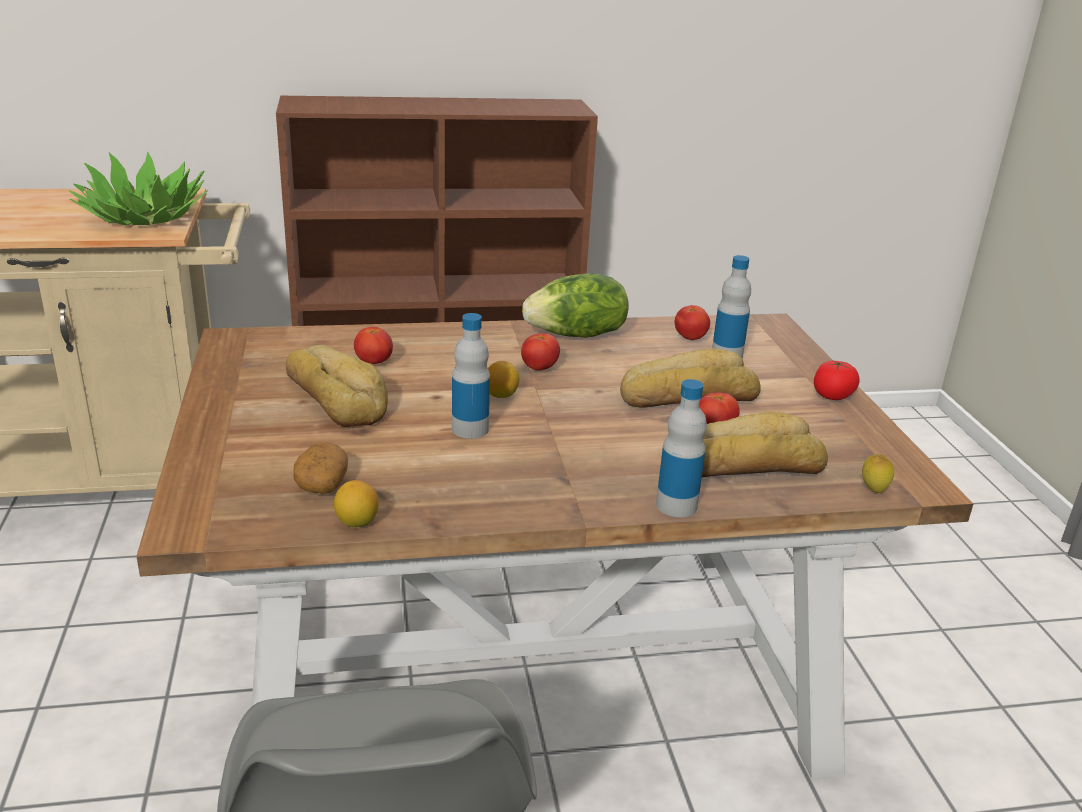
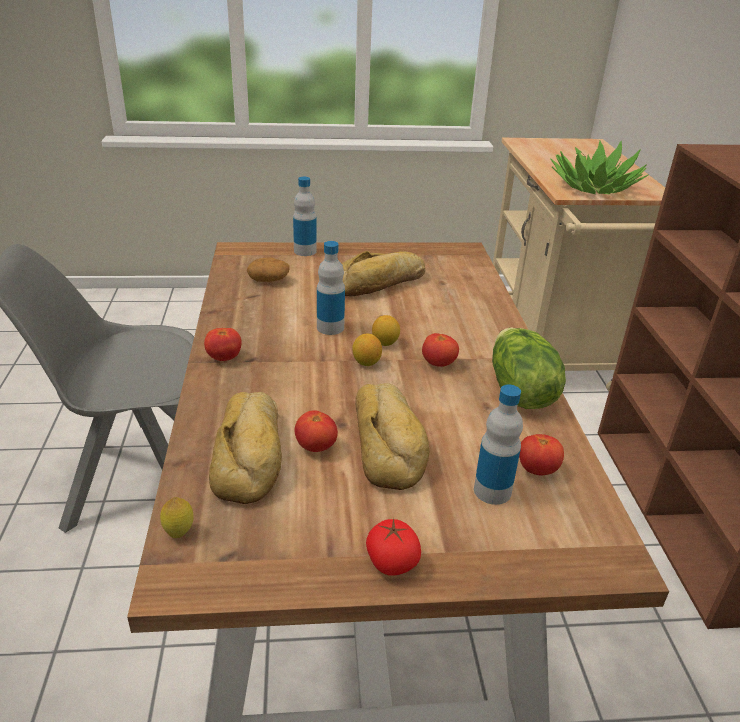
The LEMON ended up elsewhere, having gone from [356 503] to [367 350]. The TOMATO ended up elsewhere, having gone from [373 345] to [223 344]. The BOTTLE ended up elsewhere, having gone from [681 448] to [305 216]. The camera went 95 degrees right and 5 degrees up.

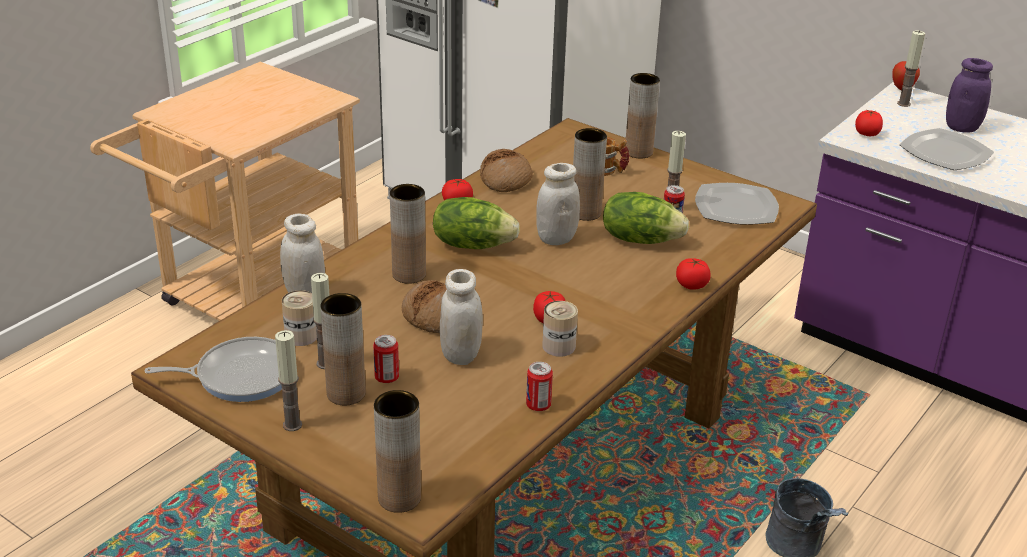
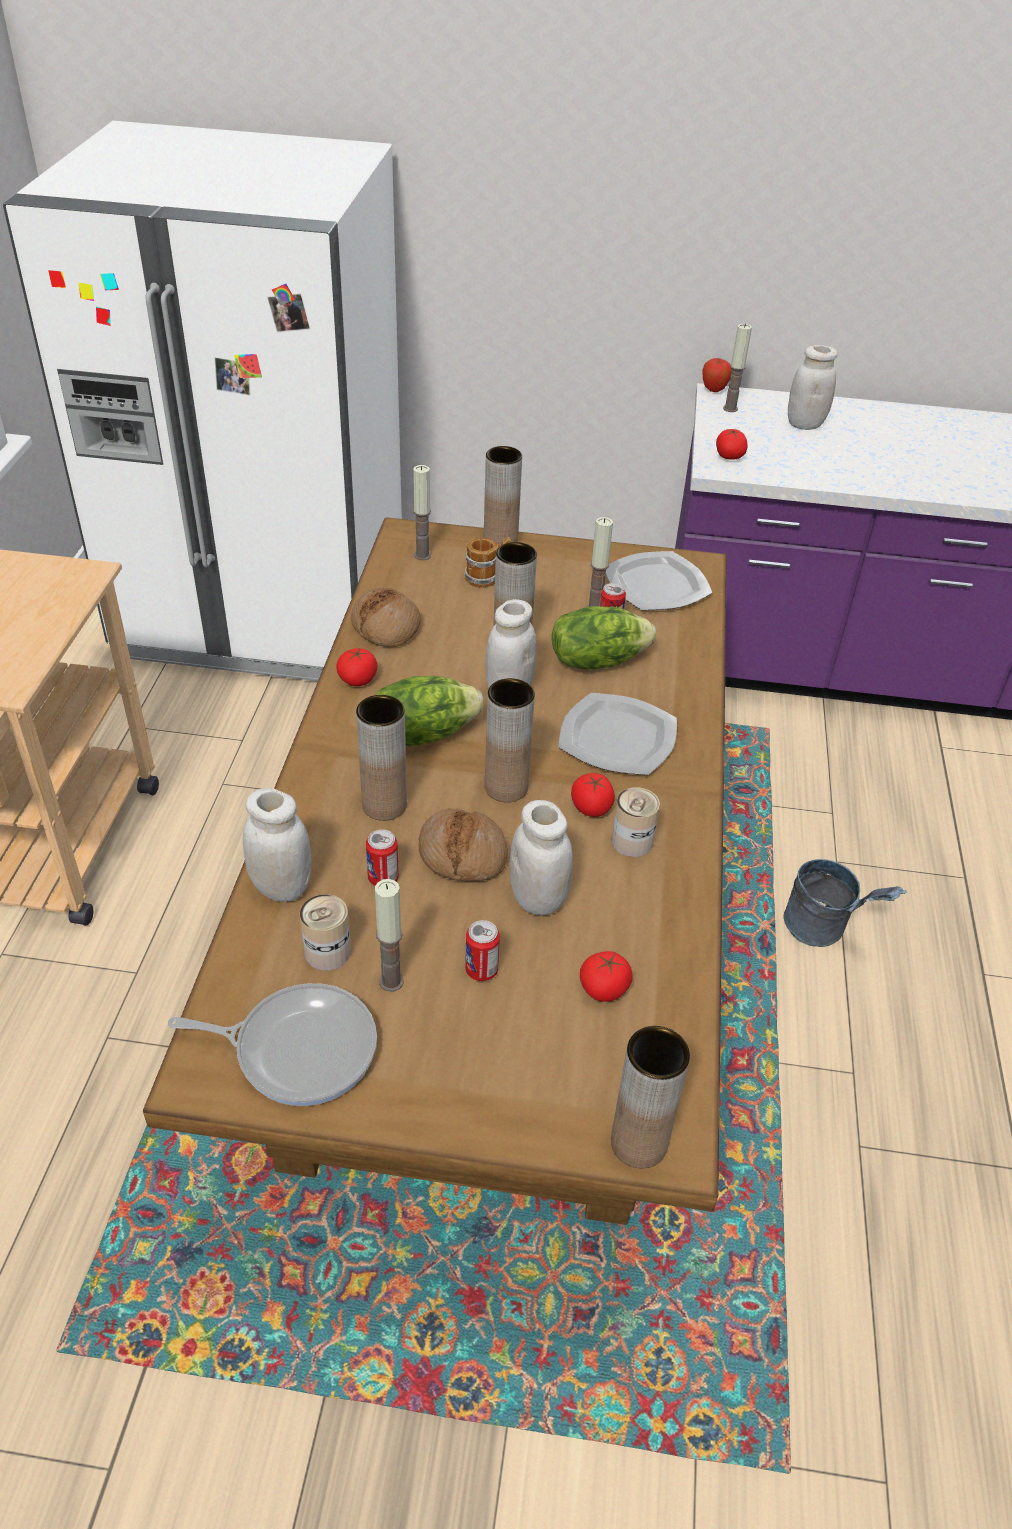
The CANDLE ended up elsewhere, having gone from [288 380] to [422 512]. The BROWN VASE ended up elsewhere, having gone from [343 349] to [510 740]. The CAN ended up elsewhere, having gone from [539 386] to [382 857]. The TOMATO ended up elsewhere, having gone from [693 274] to [606 976]. The PLATE ended up elsewhere, having gone from [947 149] to [617 734]. What was the PURPLE JAR at [969 95] turned into the WHITE JAR at [813 387]. The FRYING PAN at [213 369] ended up facing another way, 45 degrees clockwise from before. The camera went 30 degrees left and 10 degrees up.

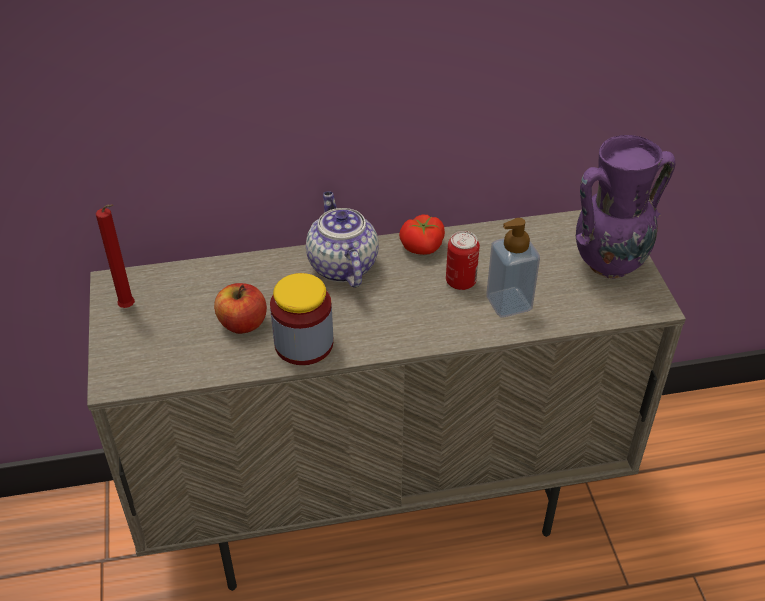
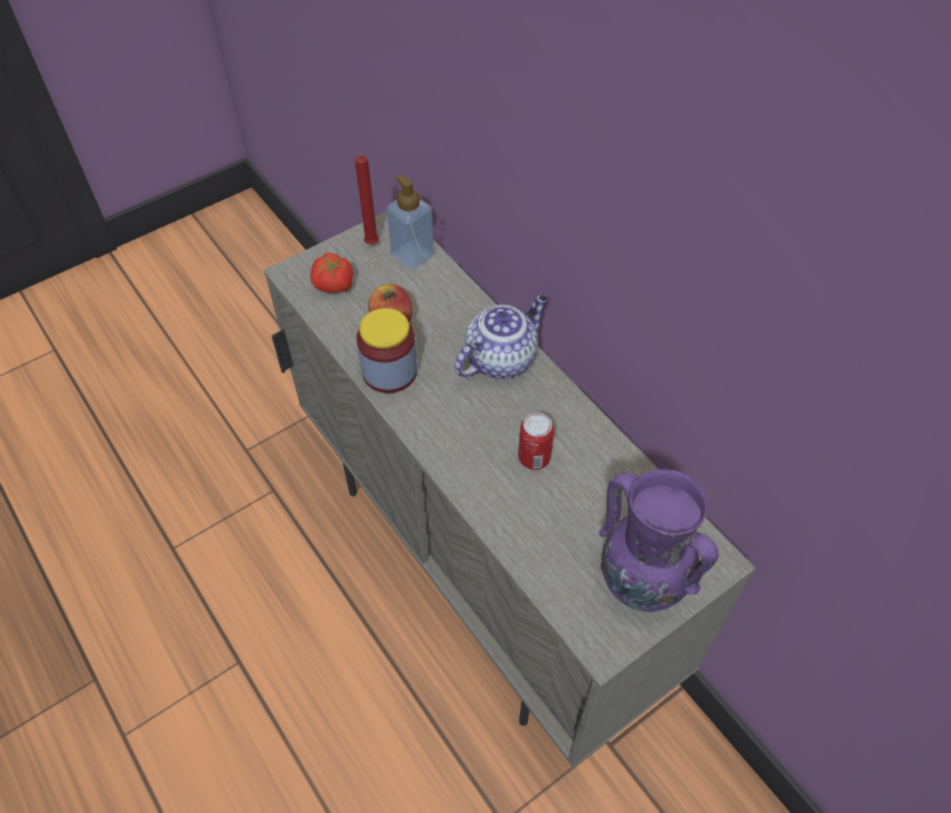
The TOMATO ended up elsewhere, having gone from [422 235] to [332 273]. The SOAP DISPENSER ended up elsewhere, having gone from [513 268] to [410 222]. The camera went 65 degrees right and 10 degrees up.

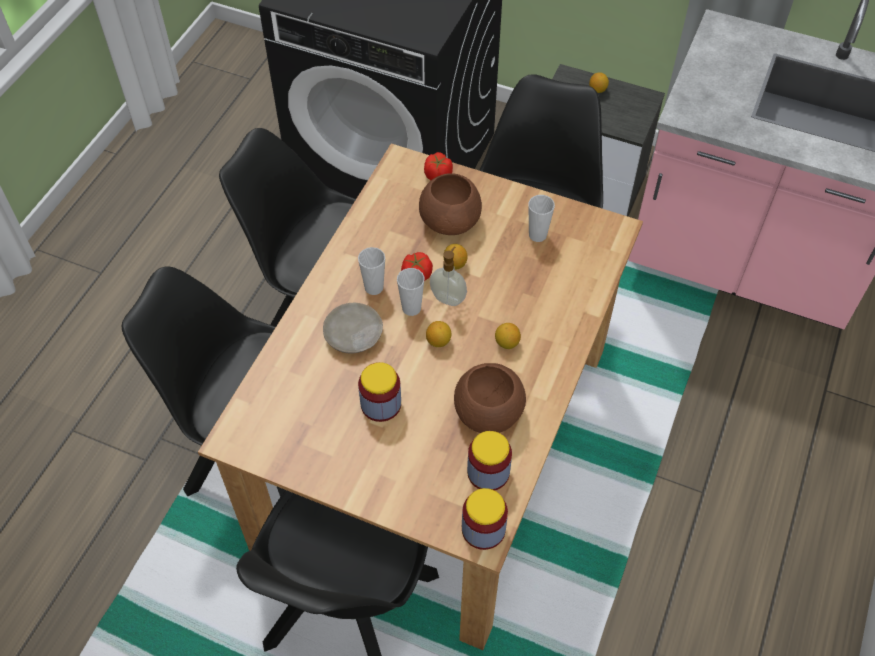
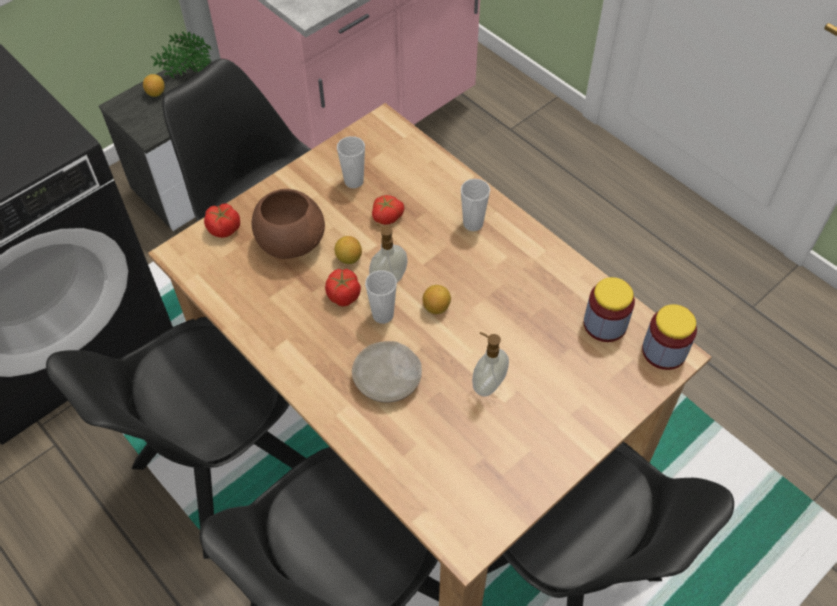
The second view lost the BROWN BOWL at [490 398]. The second view lost the LEMON at [508 336]. The second view gained the POTTED PLANT at [181 55]. The second view gained the TOMATO at [388 210]. The CUP ended up elsewhere, having gone from [371 271] to [475 205]. Where the JAR stood at [379 392], the SOAP DISPENSER came to stand at [490 364]. The camera went 65 degrees left and 0 degrees up.

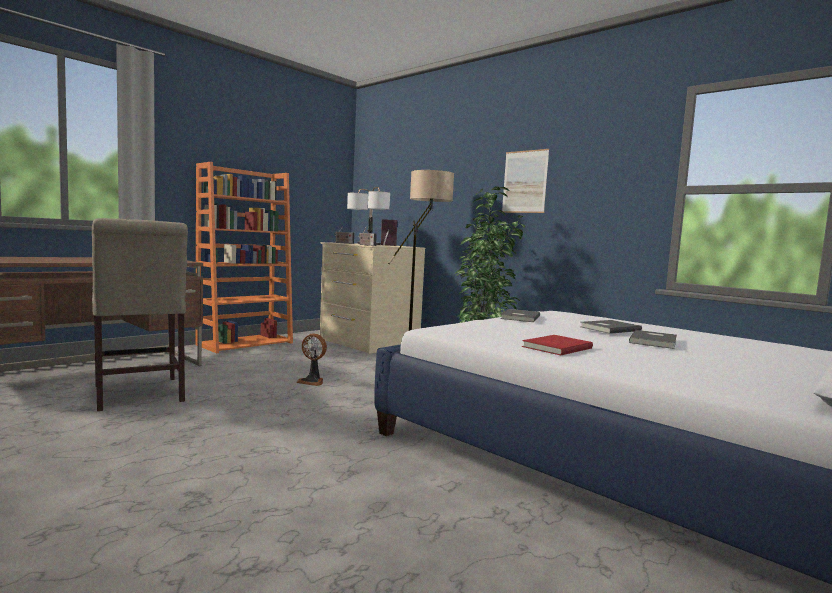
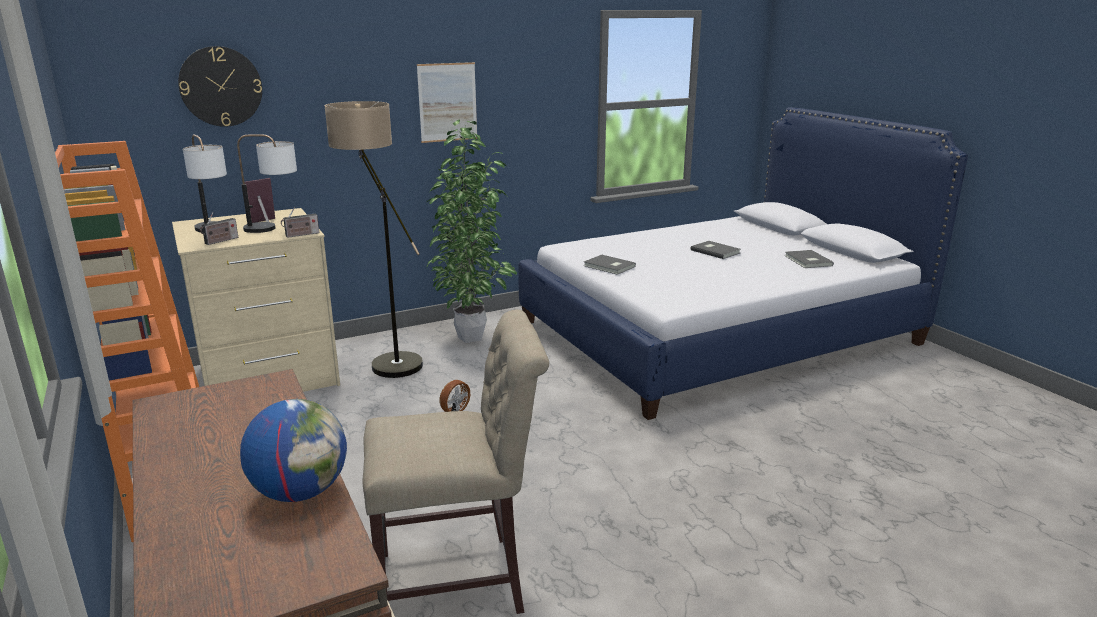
The second view lost the RED BOOK at [557 345]. The second view gained the WALL CLOCK at [220 86]. The second view gained the GLOBE at [293 450]. The GREY BOOK ended up elsewhere, having gone from [611 327] to [809 259]. The camera went 70 degrees left and 15 degrees up.

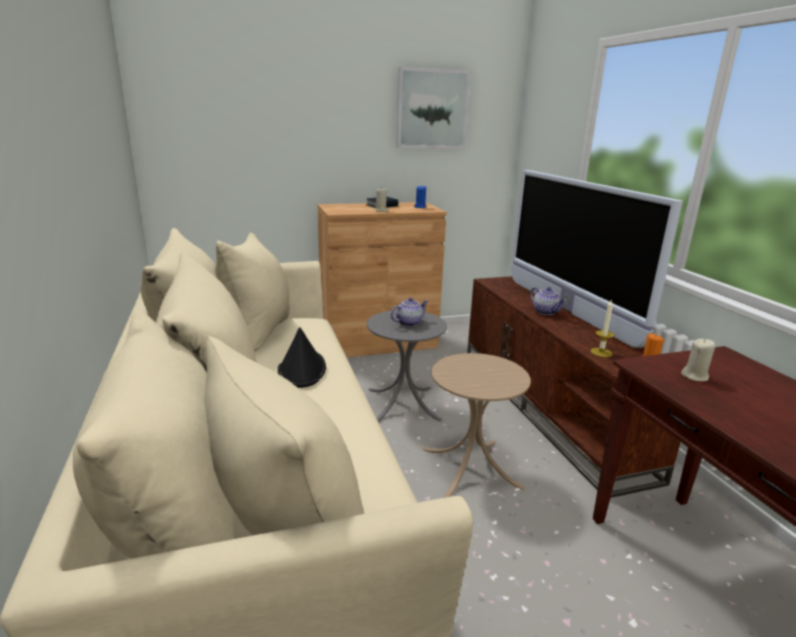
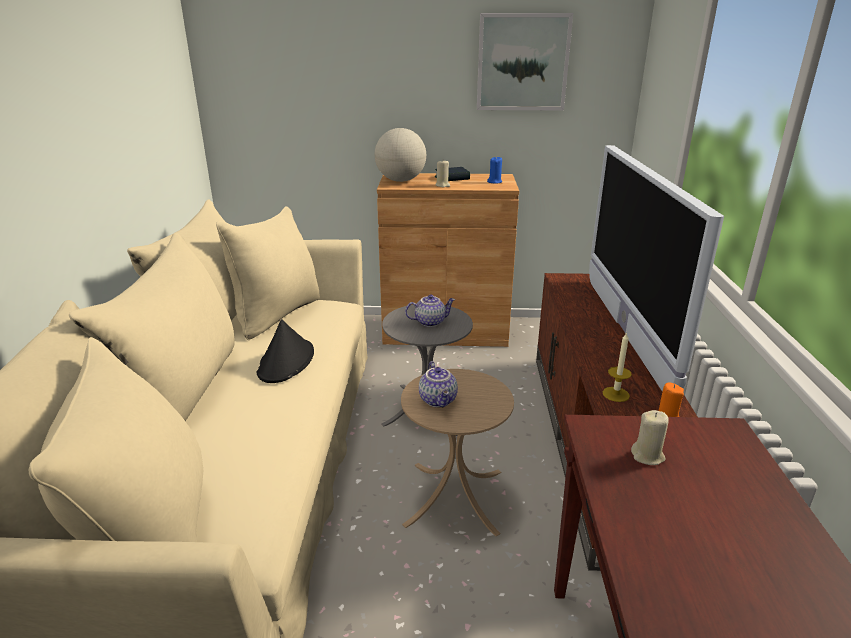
The second view gained the GLOBE at [400 155]. The TEAPOT ended up elsewhere, having gone from [548 301] to [438 384]. The camera went 20 degrees right and 5 degrees up.

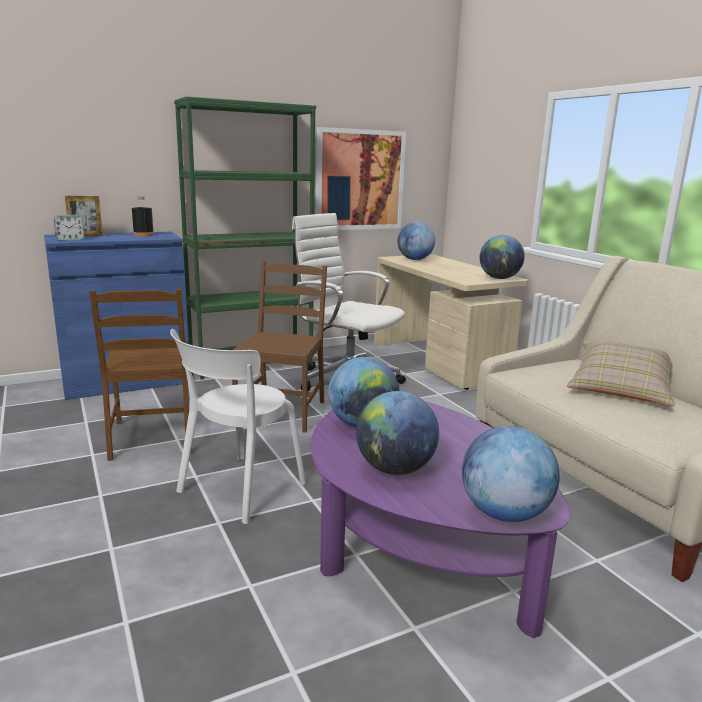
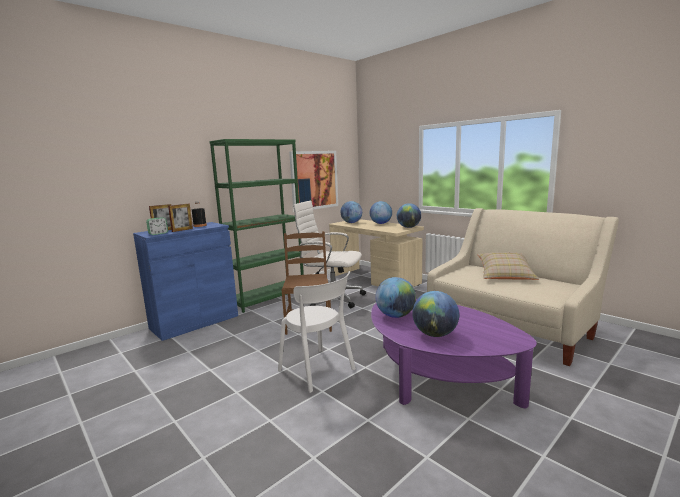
The second view lost the BROWN CHAIR at [141 375]. The second view gained the PICTURE FRAME at [180 218]. The GLOBE ended up elsewhere, having gone from [511 474] to [381 212]. The WHITE CHAIR at [238 426] ended up facing another way, 60 degrees counterclockwise from before. The camera went 15 degrees left and 5 degrees down.

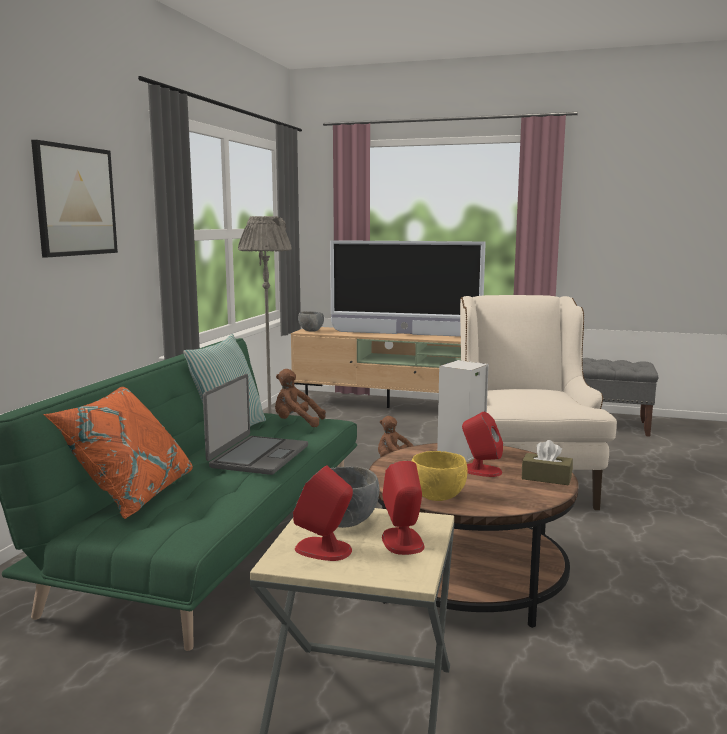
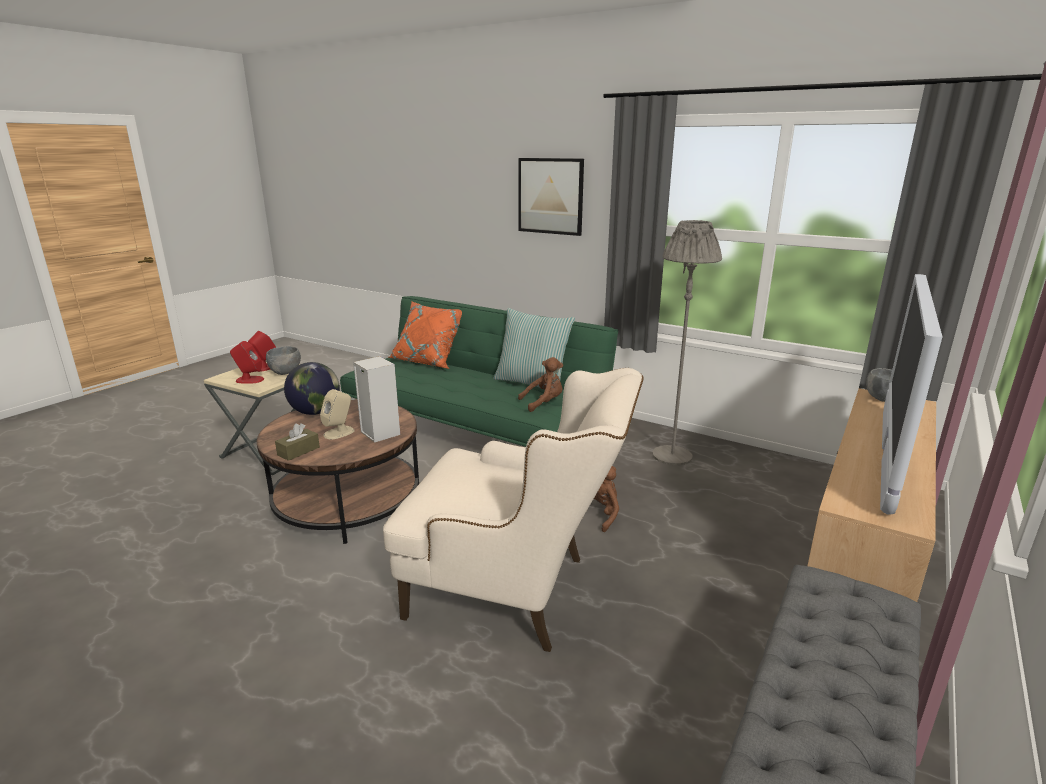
The second view lost the LAPTOP at [255 424]. Where the YELLOW BOWL stood at [439 476], the GLOBE came to stand at [312 388]. What was the RED SPEAKER at [482 444] turned into the BEIGE SPEAKER at [337 414]. The BROWN PLUSH TOY at [300 398] ended up facing another way, 45 degrees clockwise from before. The camera went 105 degrees right and 10 degrees up.

